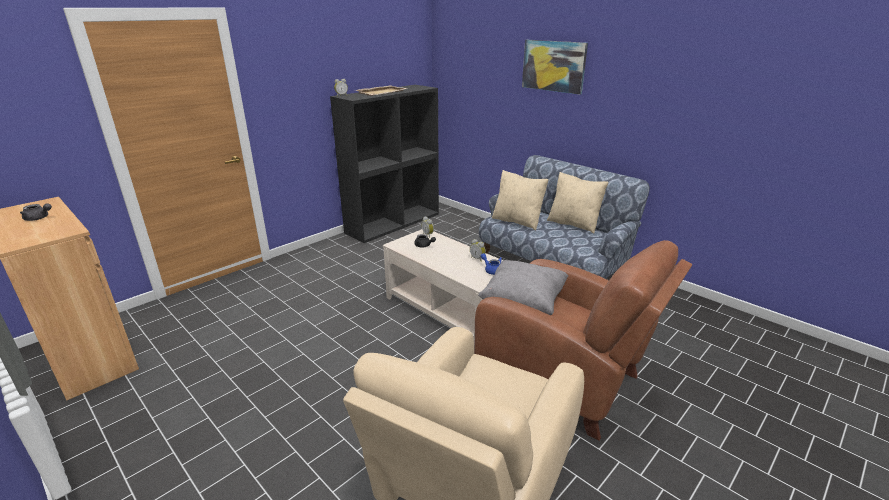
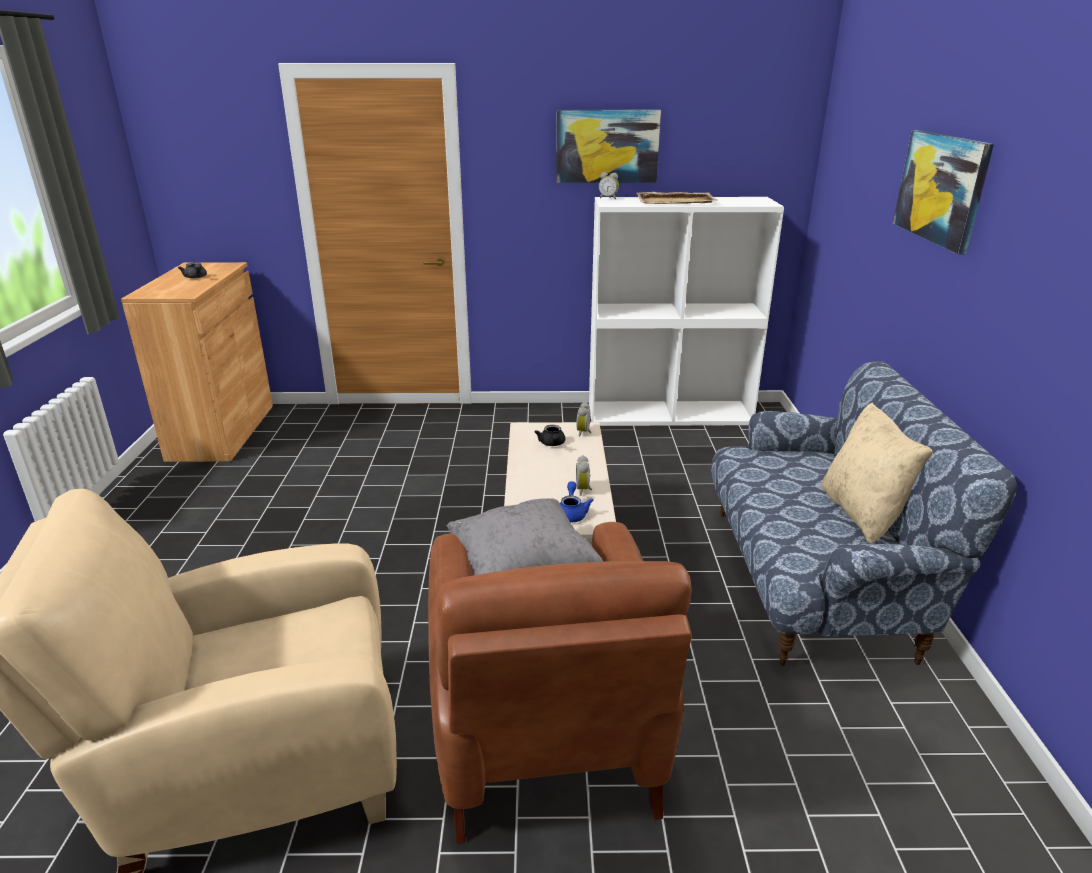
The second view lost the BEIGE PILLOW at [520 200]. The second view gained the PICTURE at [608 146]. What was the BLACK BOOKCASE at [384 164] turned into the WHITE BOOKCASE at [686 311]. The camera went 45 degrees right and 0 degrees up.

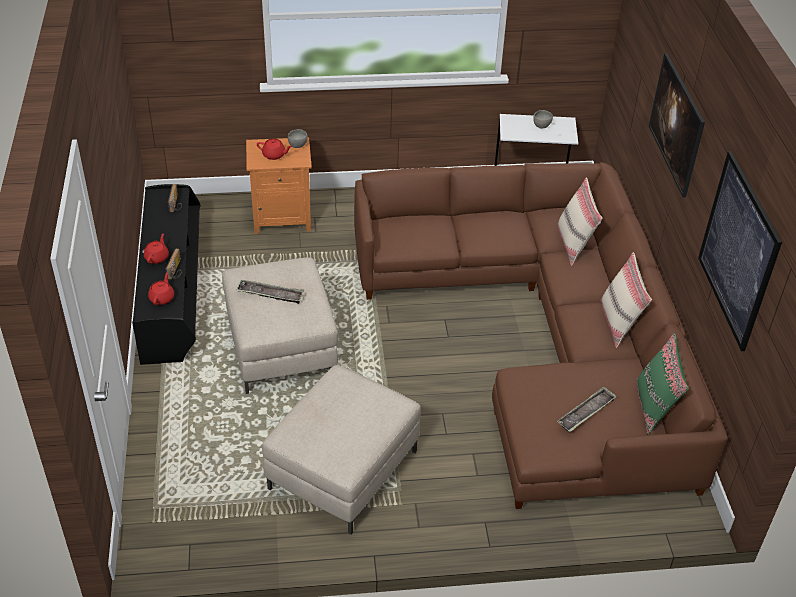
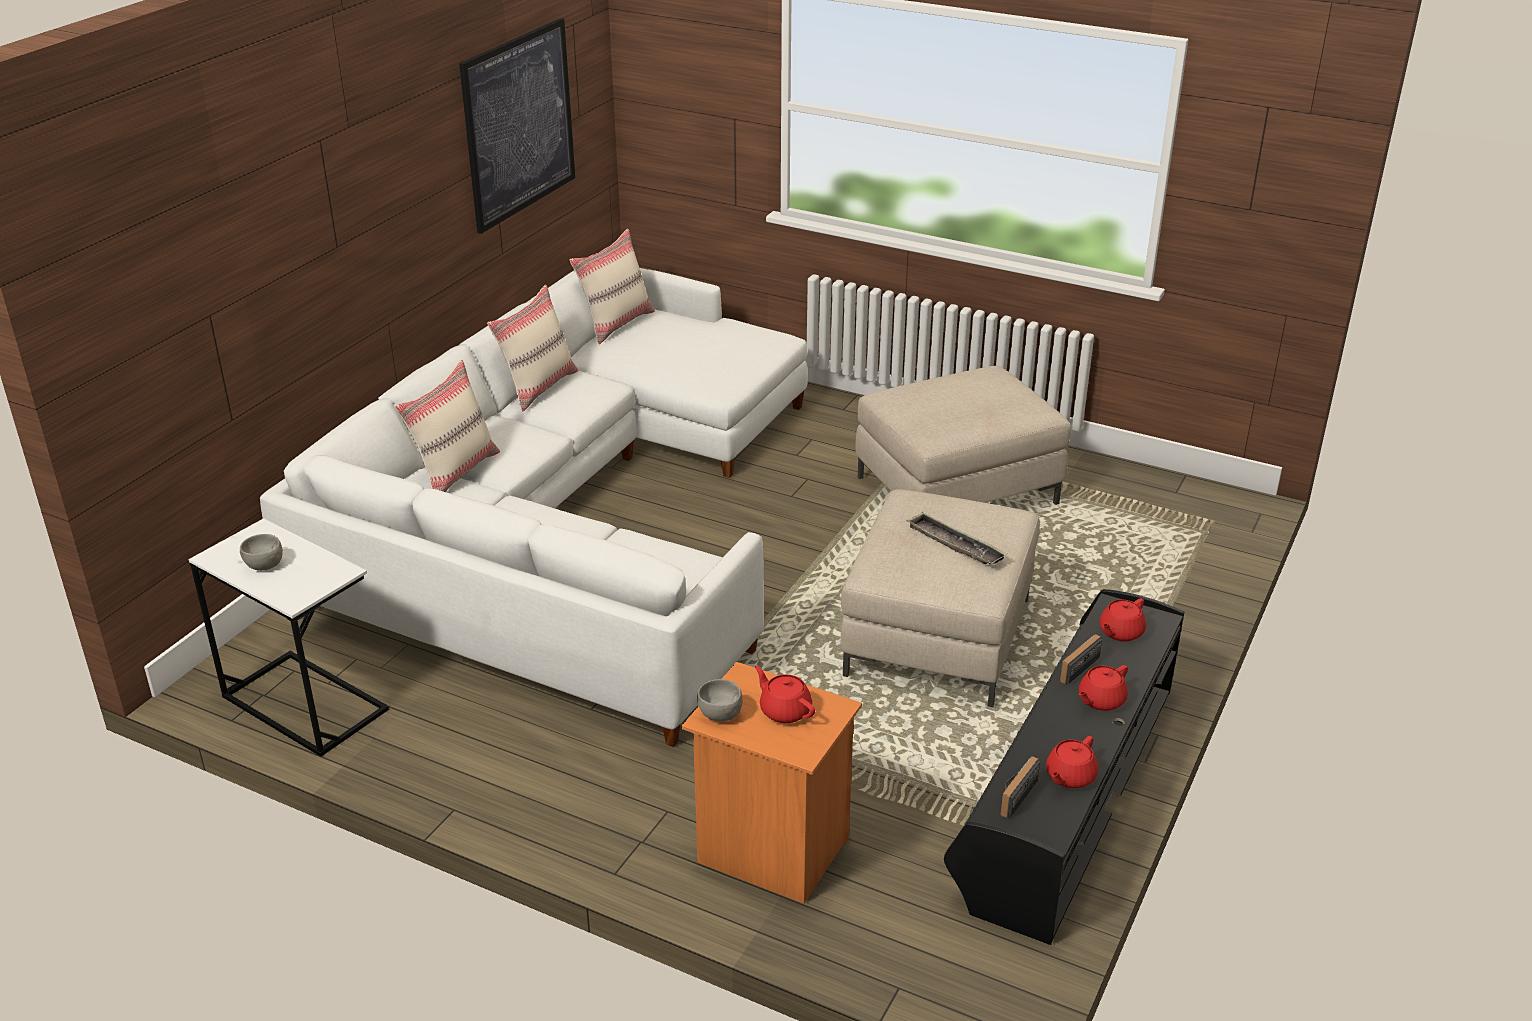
The second view lost the TRAY at [587 409]. The second view lost the PICTURE at [677 125]. The second view gained the RED TEAPOT at [1072 762]. What was the BROWN SOFA at [541 335] turned into the WHITE SOFA at [534 507]. What was the GREEN PILLOW at [663 384] turned into the BEIGE PILLOW at [612 286]. The camera went 145 degrees left and 10 degrees down.

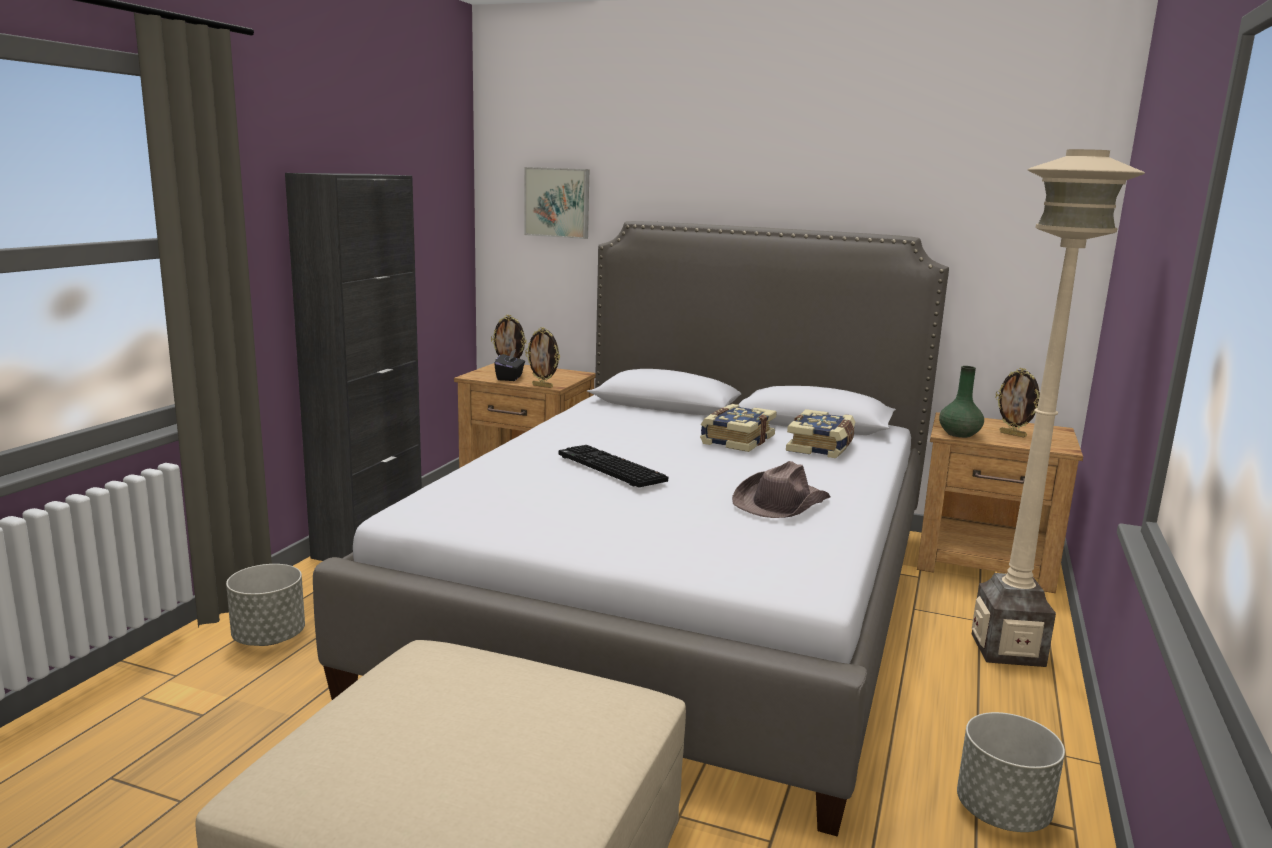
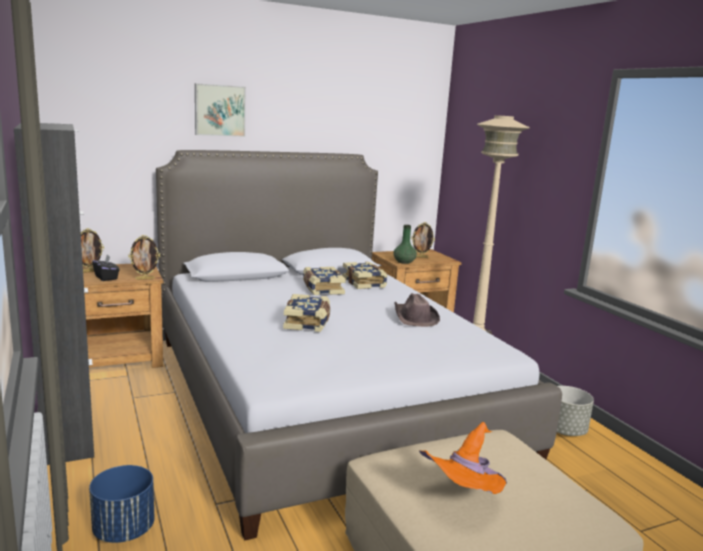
The second view gained the ORANGE HAT at [463 458]. The PICTURE ended up elsewhere, having gone from [556 203] to [220 110]. Where the KEYBOARD stood at [613 466], the BOOK came to stand at [306 313]. What was the GREY PLANTER at [265 605] turned into the BLUE PLANTER at [122 504]. The camera went 45 degrees left and 0 degrees up.

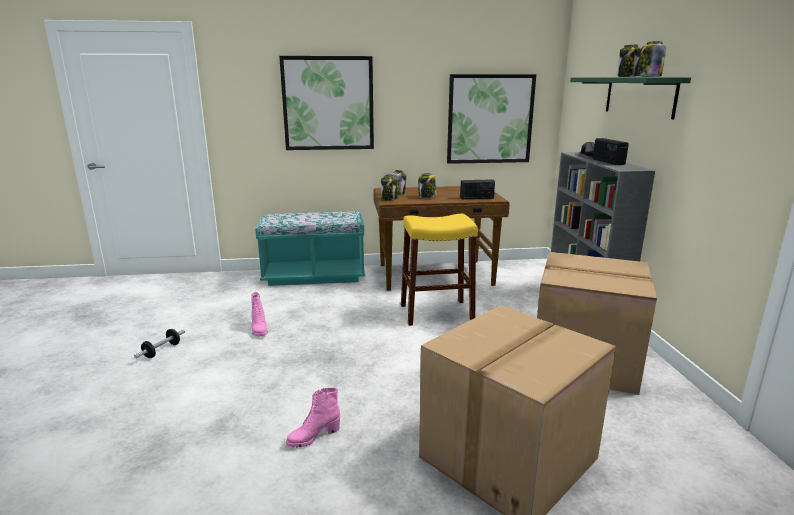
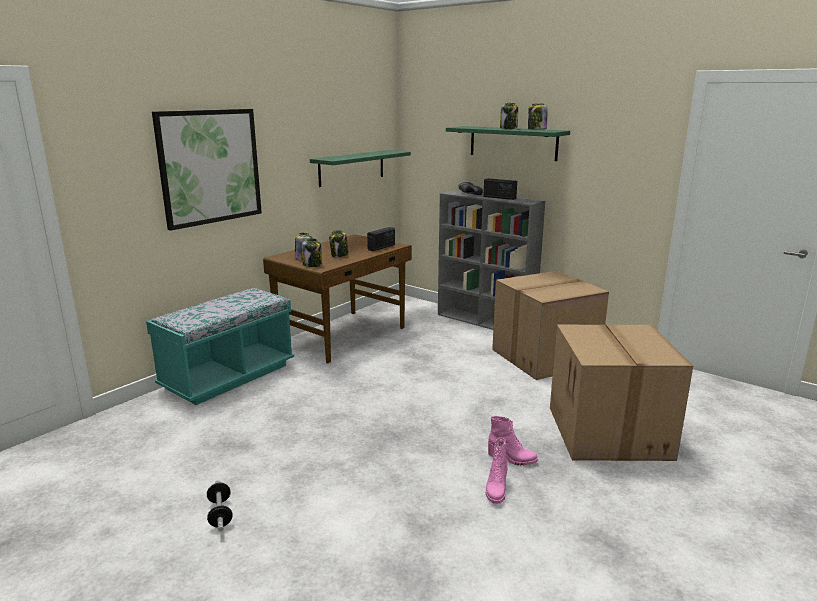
The second view lost the YELLOW STOOL at [439 270]. The PINK BOOT ended up elsewhere, having gone from [259 314] to [513 441]. Where the PICTURE hung at [491 119], the GREEN SHELF came to hang at [360 168]. The camera went 45 degrees left and 0 degrees up.

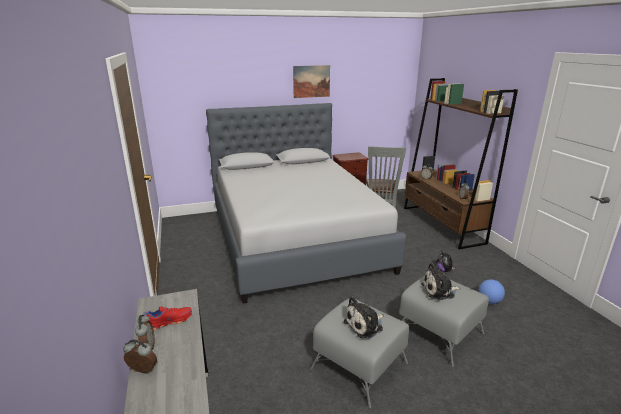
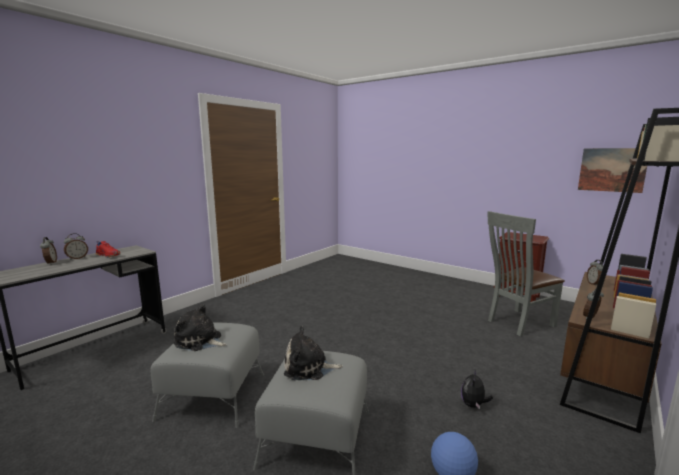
The second view lost the GREY BED at [306 203]. The PICTURE ended up elsewhere, having gone from [311 81] to [612 170]. The PLUSH TOY at [441 281] ended up facing another way, 45 degrees counterclockwise from before. The camera went 55 degrees right and 10 degrees down.

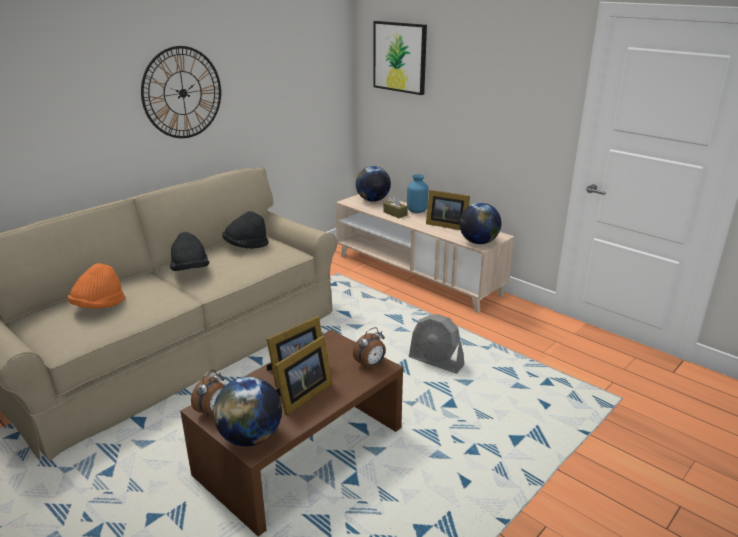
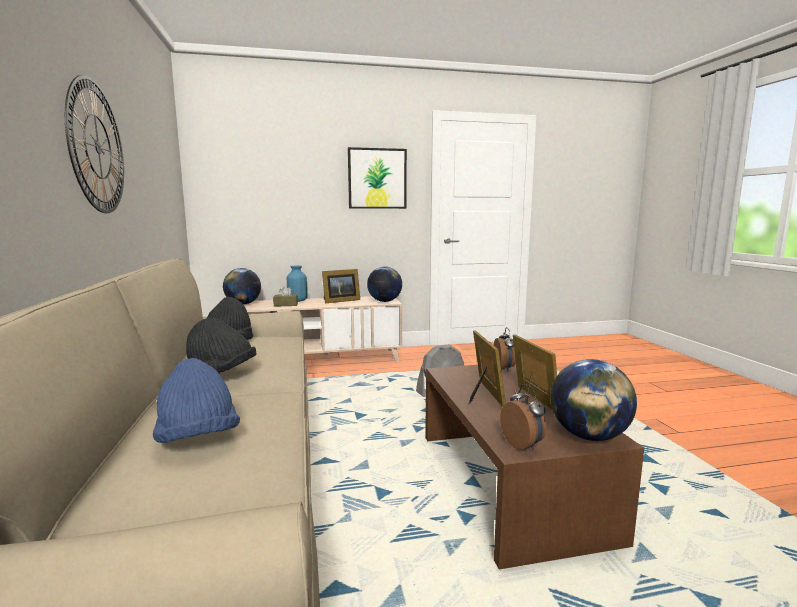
The PICTURE ended up elsewhere, having gone from [400 58] to [377 178]. What was the ORANGE HAT at [96 286] turned into the BLUE HAT at [196 400]. The camera went 55 degrees left and 15 degrees down.

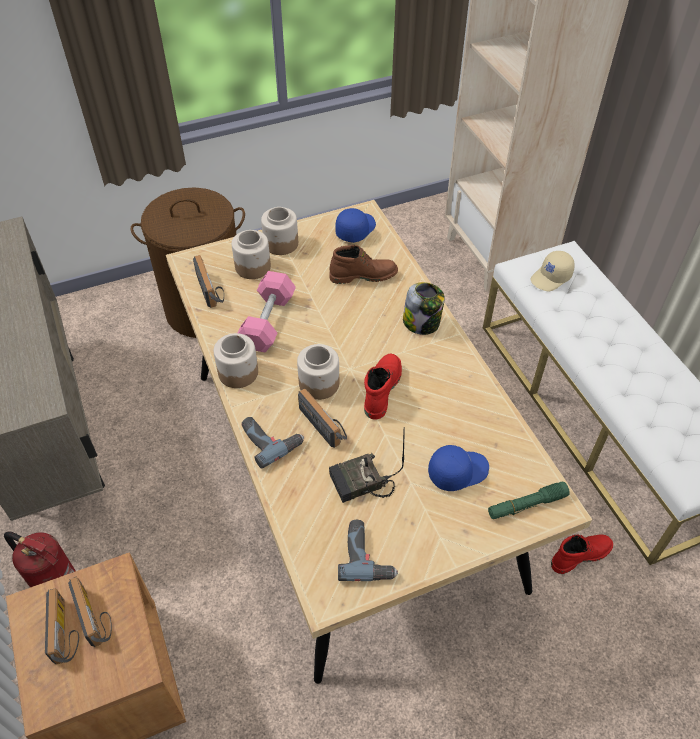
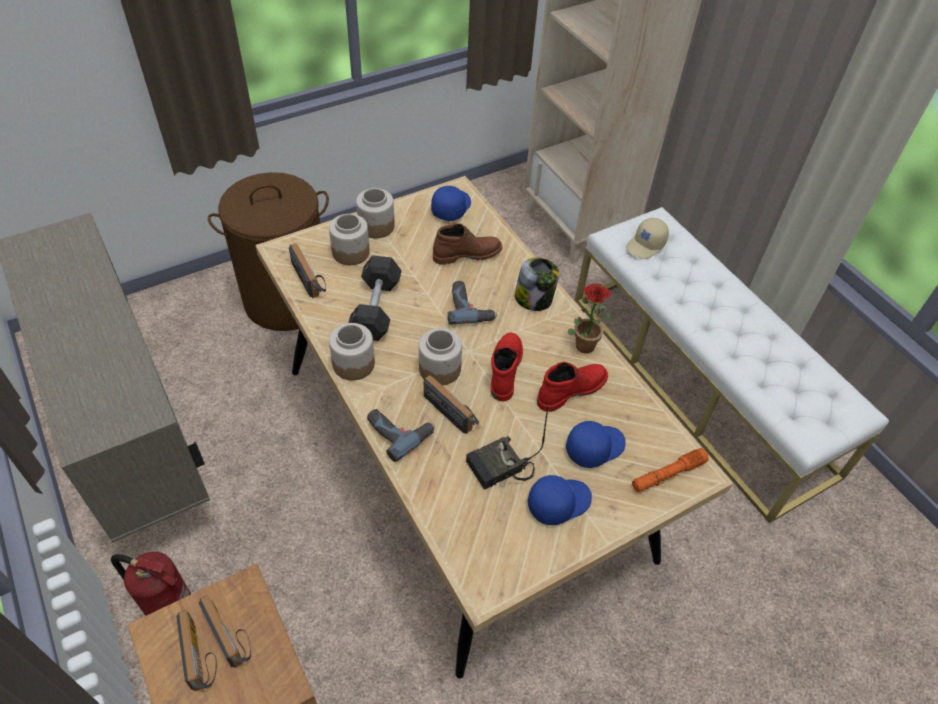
The second view gained the BLUE CAP at [560 500]. The second view gained the POTTED PLANT at [589 318]. The POWER DRILL ended up elsewhere, having gone from [368 550] to [472 303]. The RED BOOT ended up elsewhere, having gone from [582 554] to [572 387]. What was the PINK DUMBBELL at [267 311] turned into the GREY DUMBBELL at [375 298]. What was the GREEN FLASHLIGHT at [529 500] turned into the ORANGE FLASHLIGHT at [670 470]. The camera went 10 degrees left and 0 degrees up.

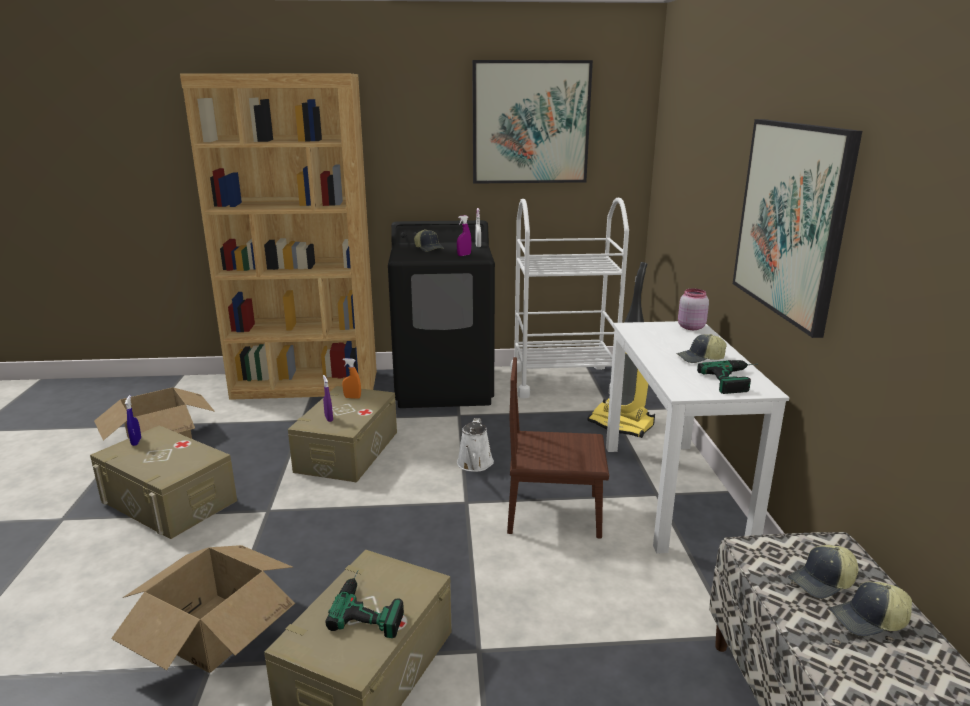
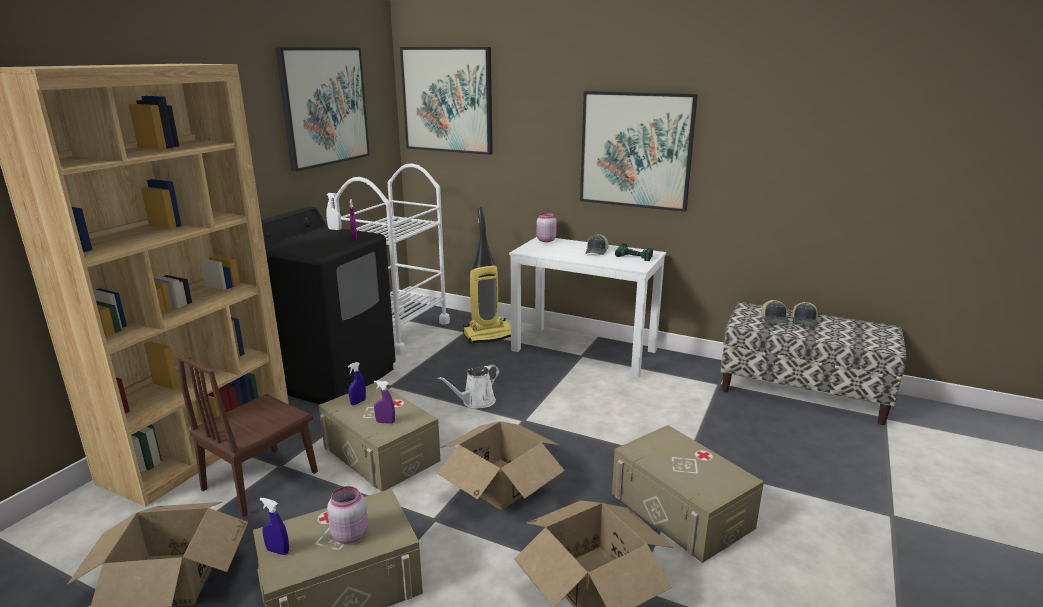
The second view lost the POWER DRILL at [364 604]. The second view lost the CAP at [429 240]. The second view gained the PINK JAR at [347 515]. The second view gained the PICTURE at [446 101]. The second view gained the CARDBOARD BOX at [501 465]. The BROWN CHAIR ended up elsewhere, having gone from [558 448] to [247 436]. What was the ORANGE SPRAY BOTTLE at [351 378] turned into the BLUE SPRAY BOTTLE at [357 383]. The WHITE WATERING CAN at [475 445] ended up facing another way, 105 degrees clockwise from before. The camera went 60 degrees left and 0 degrees up.

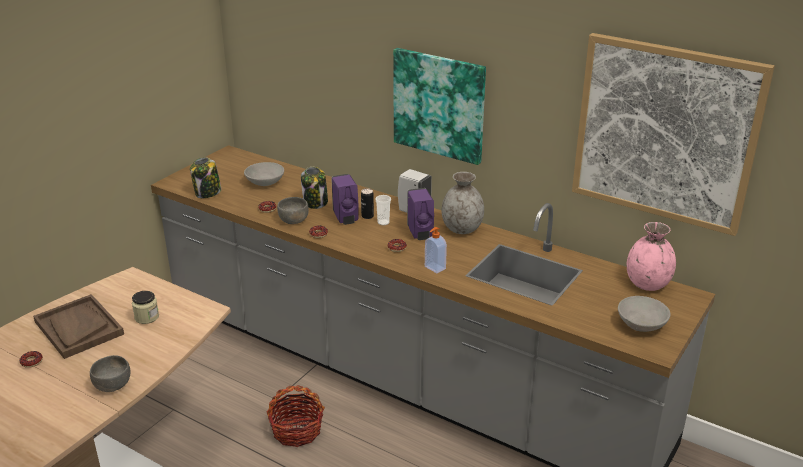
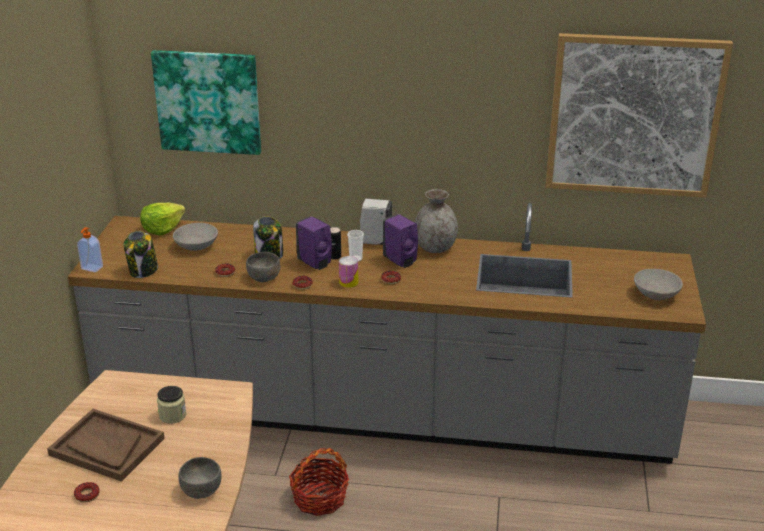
The second view lost the PINK VASE at [651 256]. The second view gained the LETTUCE at [163 219]. The second view gained the CAN at [348 272]. The PICTURE ended up elsewhere, having gone from [439 106] to [206 102]. The SOAP DISPENSER ended up elsewhere, having gone from [436 250] to [90 249]. The camera went 25 degrees left and 0 degrees up.

